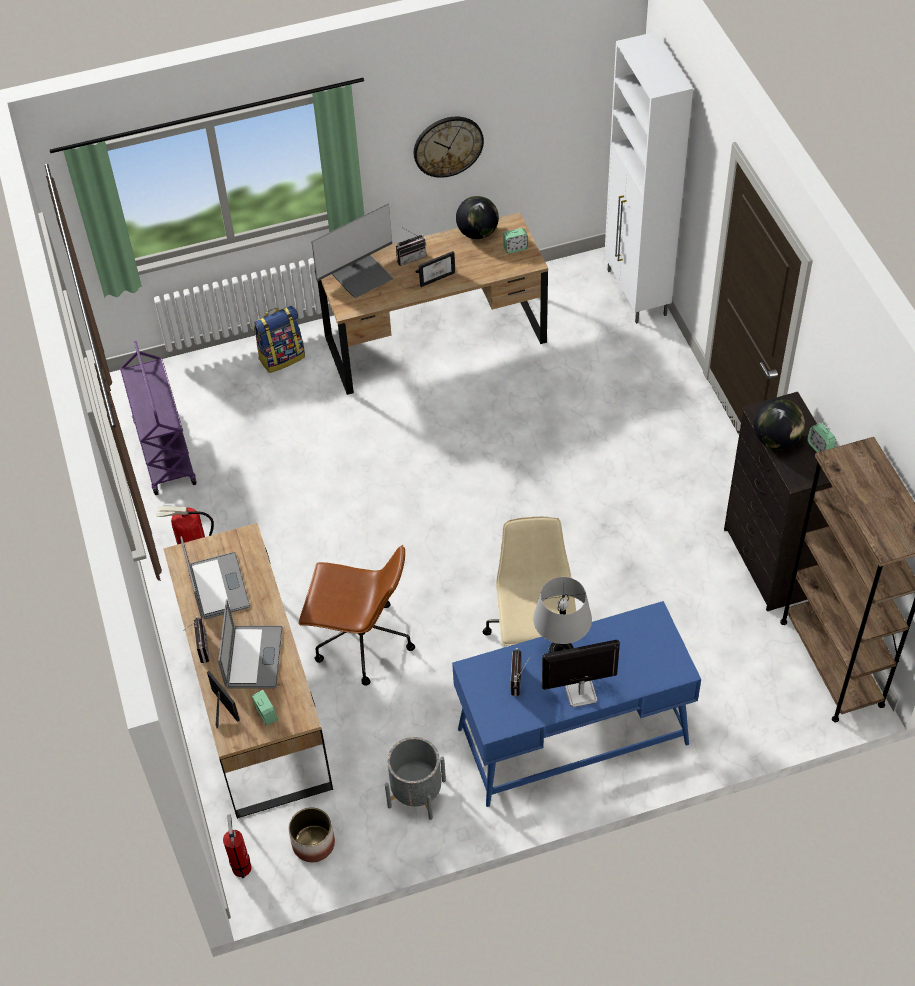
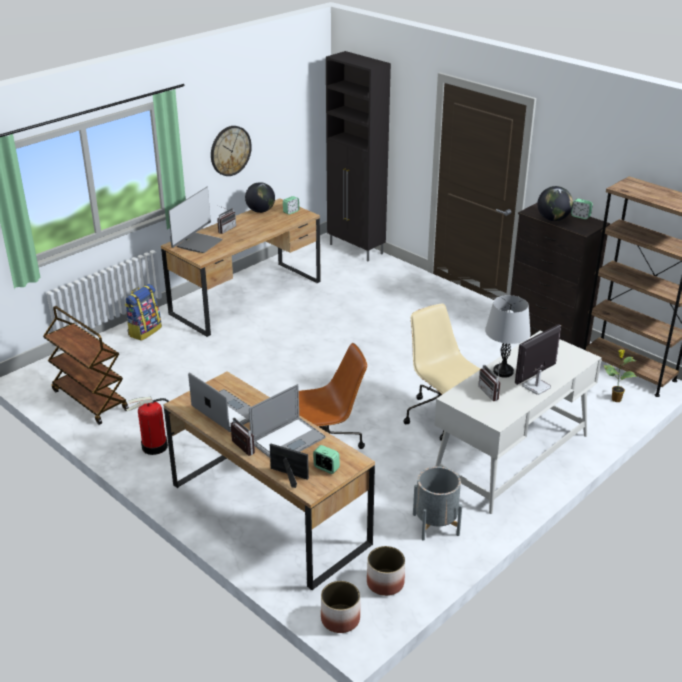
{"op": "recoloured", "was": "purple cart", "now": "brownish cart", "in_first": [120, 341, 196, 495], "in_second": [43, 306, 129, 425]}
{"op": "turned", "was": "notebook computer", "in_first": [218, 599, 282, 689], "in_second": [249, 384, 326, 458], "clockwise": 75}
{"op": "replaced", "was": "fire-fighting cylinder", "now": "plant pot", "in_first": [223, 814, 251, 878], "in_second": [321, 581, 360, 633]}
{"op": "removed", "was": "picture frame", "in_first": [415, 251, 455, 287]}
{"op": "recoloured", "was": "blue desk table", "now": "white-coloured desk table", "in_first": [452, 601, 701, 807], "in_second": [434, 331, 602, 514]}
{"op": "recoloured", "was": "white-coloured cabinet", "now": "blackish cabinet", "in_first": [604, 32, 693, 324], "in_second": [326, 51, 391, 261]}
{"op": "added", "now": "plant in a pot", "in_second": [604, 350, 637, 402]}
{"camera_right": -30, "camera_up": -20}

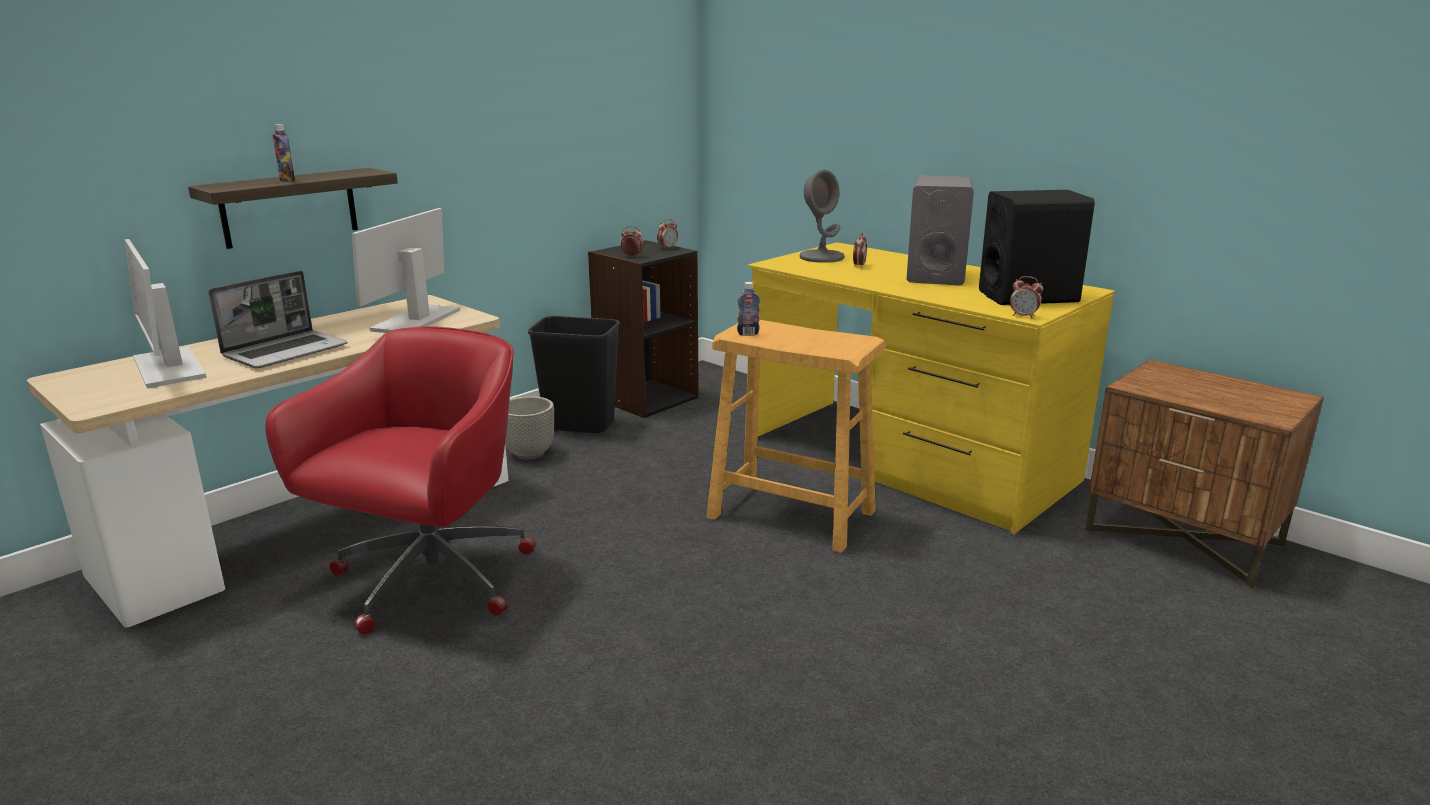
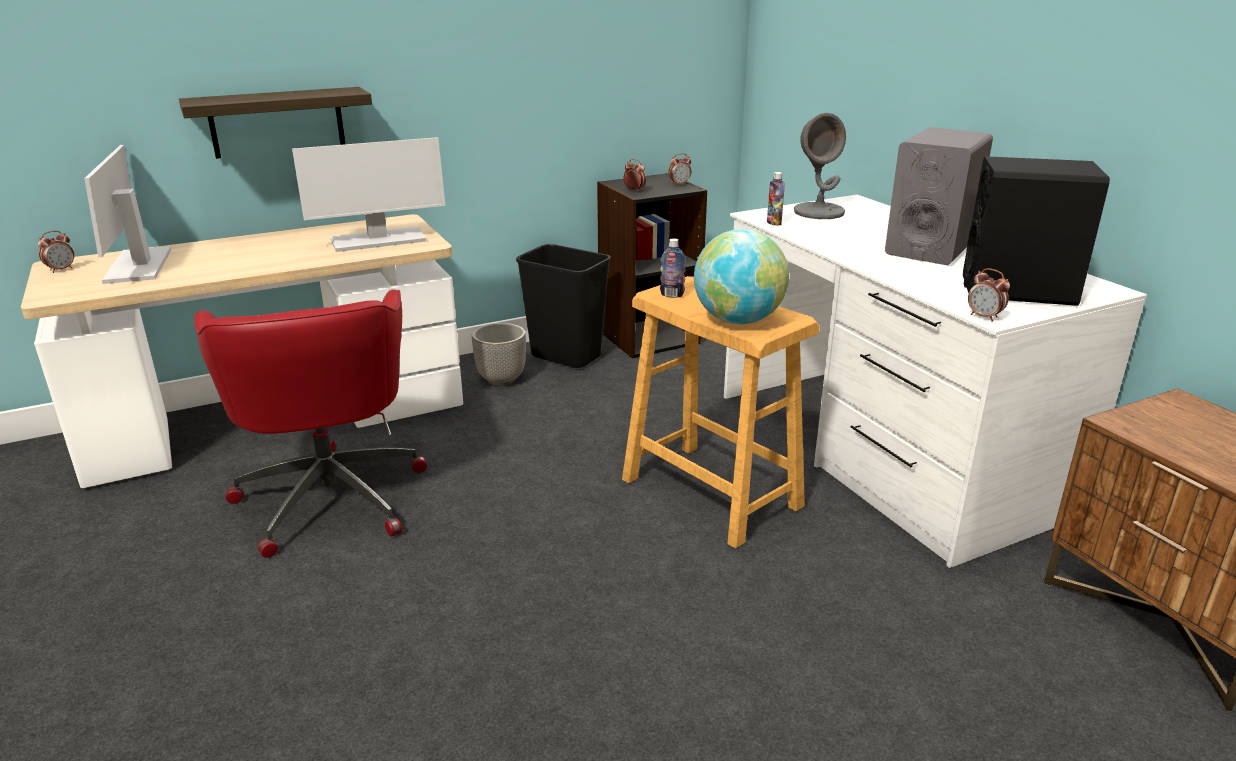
{"op": "removed", "was": "notebook computer", "in_first": [208, 271, 348, 369]}
{"op": "turned", "was": "red computer chair", "in_first": [265, 326, 536, 635], "in_second": [194, 289, 427, 558], "clockwise": 120}
{"op": "moved", "was": "drink bottle", "in_first": [273, 124, 295, 182], "in_second": [767, 172, 785, 226]}
{"op": "turned", "was": "monitor", "in_first": [352, 208, 460, 333], "in_second": [292, 137, 445, 252], "clockwise": -150}
{"op": "recoloured", "was": "yellow-coloured desk table", "now": "white-coloured desk table", "in_first": [748, 242, 1115, 534], "in_second": [724, 195, 1147, 568]}
{"op": "moved", "was": "table clock", "in_first": [853, 232, 867, 268], "in_second": [38, 231, 74, 273]}
{"op": "added", "now": "globe", "in_second": [694, 229, 789, 324]}
{"camera_right": 20, "camera_up": 5}

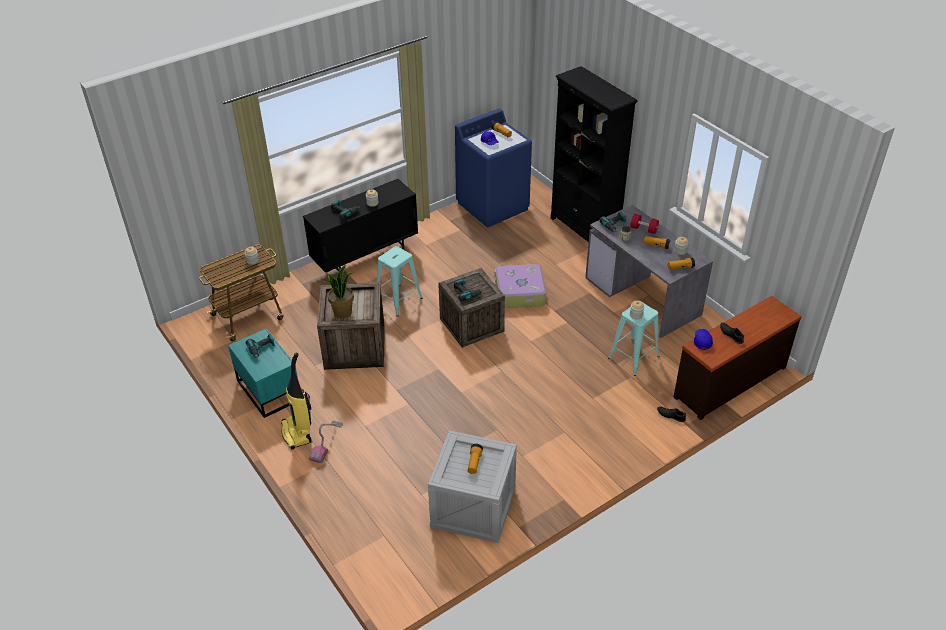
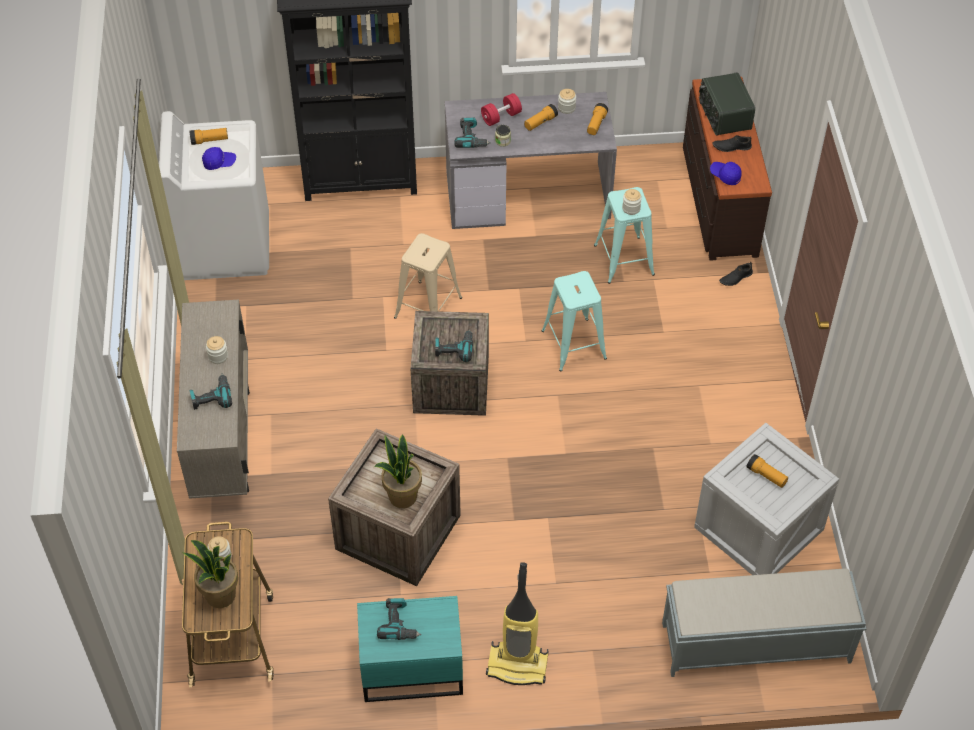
{"op": "recoloured", "was": "blackish cabinet", "now": "sand-coloured cabinet", "in_first": [303, 179, 418, 283], "in_second": [177, 300, 250, 499]}
{"op": "removed", "was": "vacuum", "in_first": [309, 421, 343, 463]}
{"op": "moved", "was": "blue-green stool seat", "in_first": [377, 246, 423, 316], "in_second": [541, 271, 607, 372]}
{"op": "recoloured", "was": "blue washing machine", "now": "white-coloured washing machine", "in_first": [455, 109, 532, 227], "in_second": [159, 111, 269, 280]}
{"op": "replaced", "was": "travel case", "now": "sand-coloured stool seat", "in_first": [494, 264, 546, 308], "in_second": [394, 233, 462, 319]}
{"op": "added", "now": "plant in a pot", "in_second": [182, 540, 238, 608]}
{"op": "added", "now": "grey bench", "in_second": [662, 568, 866, 677]}
{"op": "added", "now": "radio receiver", "in_second": [699, 72, 755, 136]}
{"camera_right": -60, "camera_up": 10}

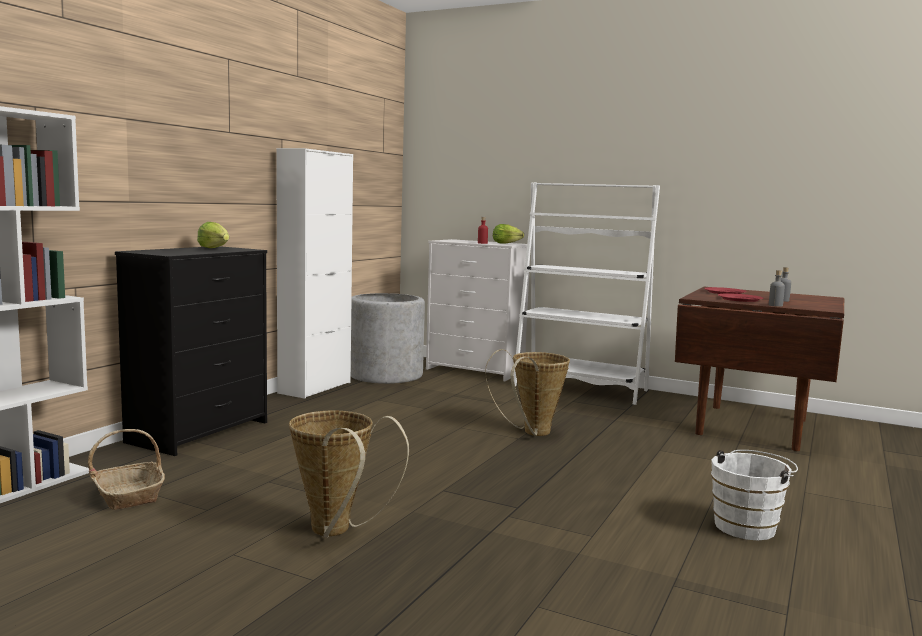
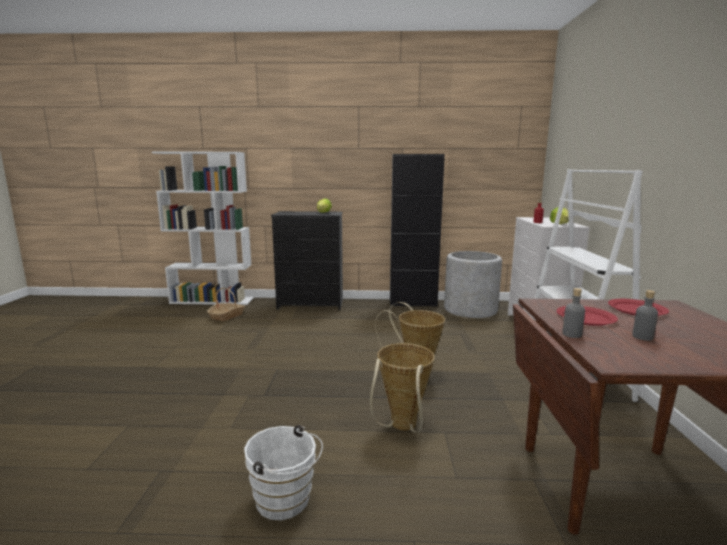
{"op": "recoloured", "was": "white-coloured cabinet", "now": "blackish cabinet", "in_first": [276, 148, 353, 399], "in_second": [390, 154, 445, 307]}
{"op": "moved", "was": "storage basket", "in_first": [289, 411, 409, 538], "in_second": [370, 343, 435, 432]}
{"camera_right": 65, "camera_up": 5}

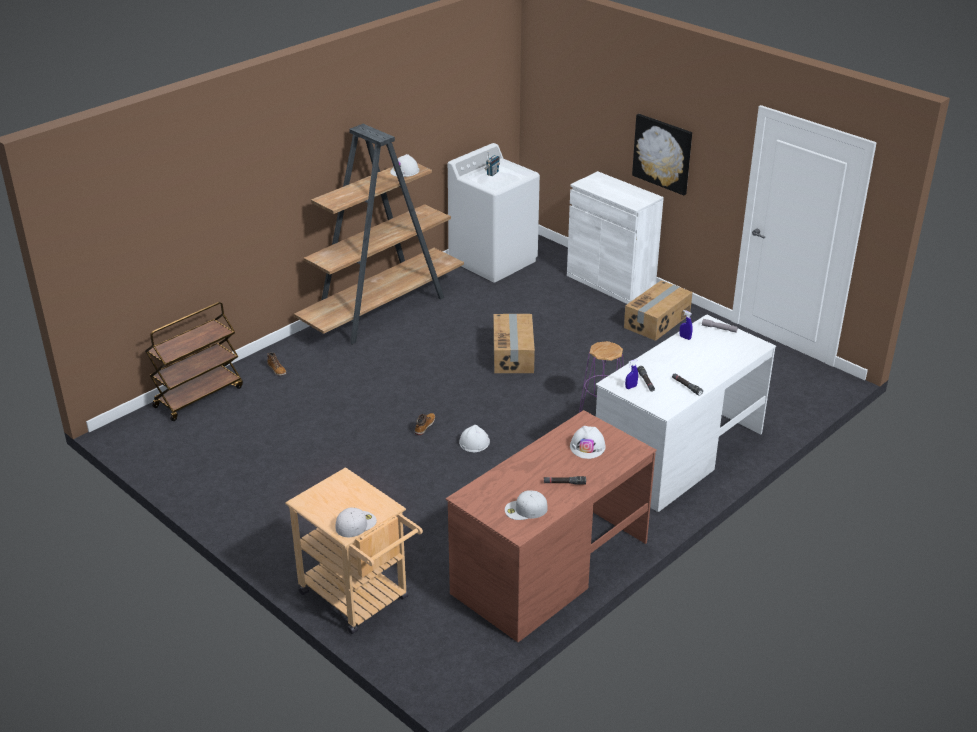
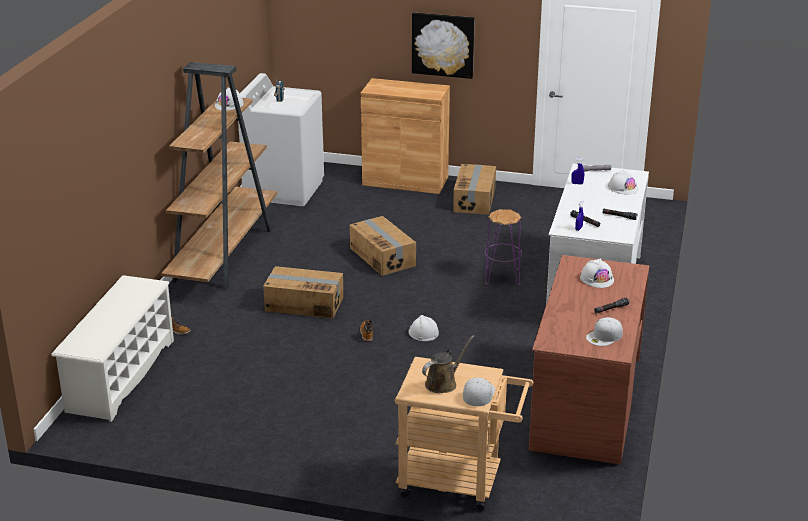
{"op": "replaced", "was": "brownish cart", "now": "white-coloured shoe stand", "in_first": [145, 302, 243, 421], "in_second": [51, 275, 174, 422]}
{"op": "recoloured", "was": "white-coloured cabinet", "now": "brownish cabinet", "in_first": [567, 171, 664, 304], "in_second": [361, 78, 450, 194]}
{"op": "added", "now": "carton", "in_second": [263, 266, 343, 319]}
{"op": "added", "now": "brownish watering pot", "in_second": [422, 335, 475, 393]}
{"op": "added", "now": "white-coloured safety helmet", "in_second": [608, 170, 639, 194]}
{"camera_right": -30, "camera_up": -5}

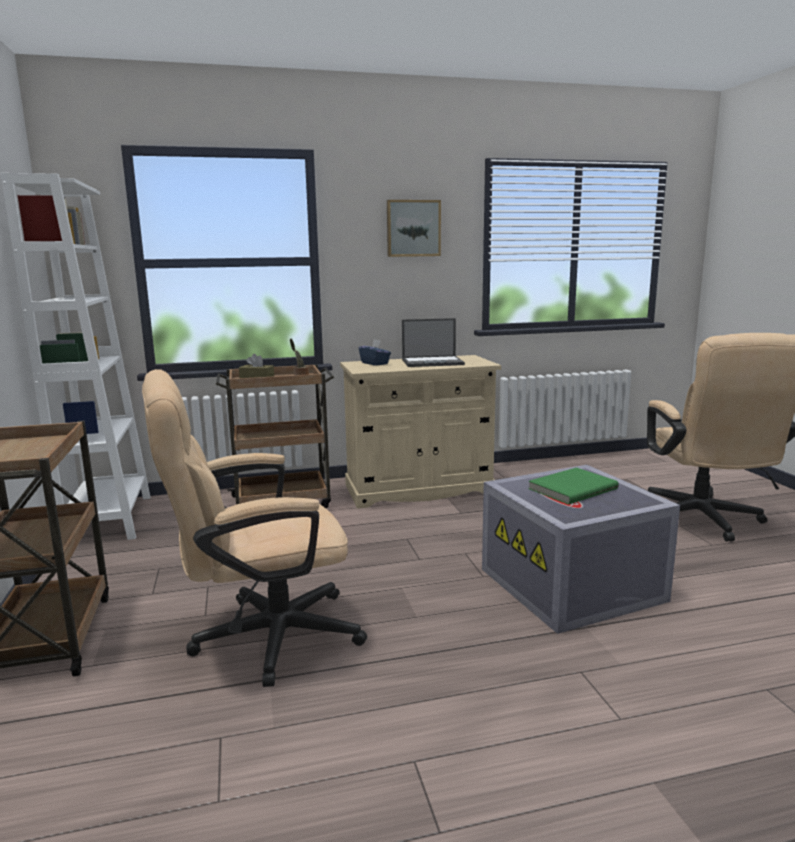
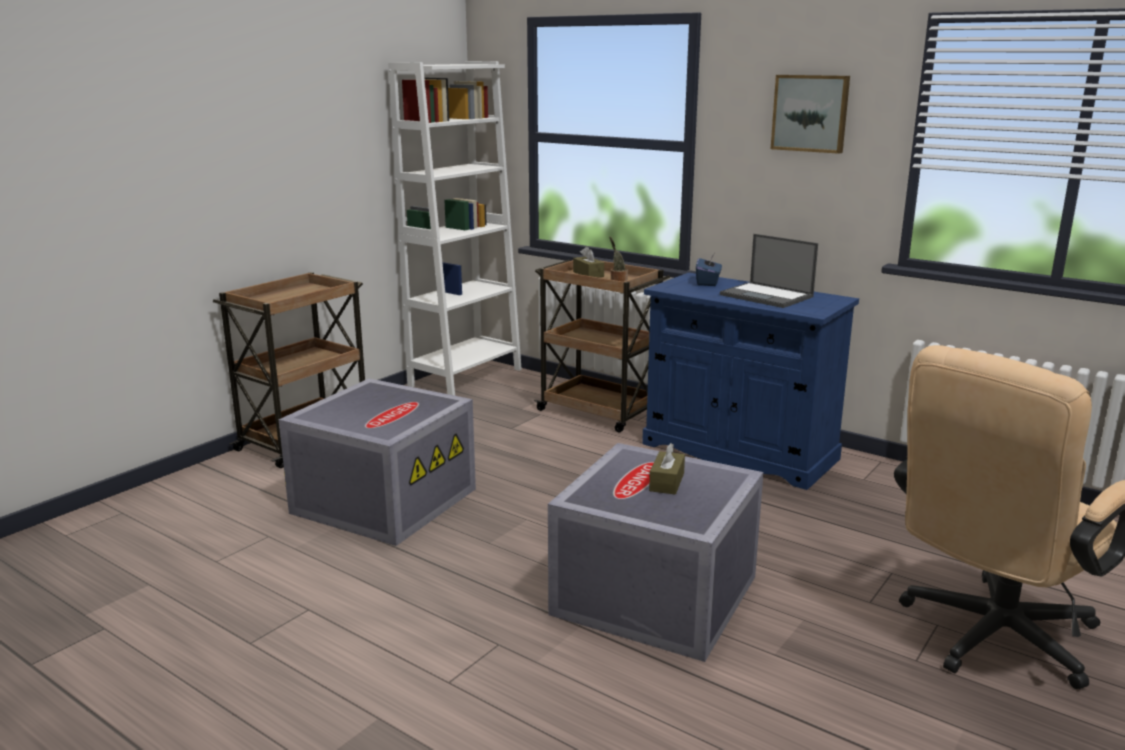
{"op": "replaced", "was": "sand-coloured computer chair", "now": "grey storage box", "in_first": [142, 369, 367, 687], "in_second": [278, 378, 476, 546]}
{"op": "recoloured", "was": "sand-coloured cabinet", "now": "blue cabinet", "in_first": [340, 355, 501, 509], "in_second": [642, 273, 859, 490]}
{"op": "replaced", "was": "greenish bound book", "now": "brownish tissue box", "in_first": [528, 467, 619, 505], "in_second": [649, 443, 685, 495]}
{"camera_right": 50, "camera_up": 5}

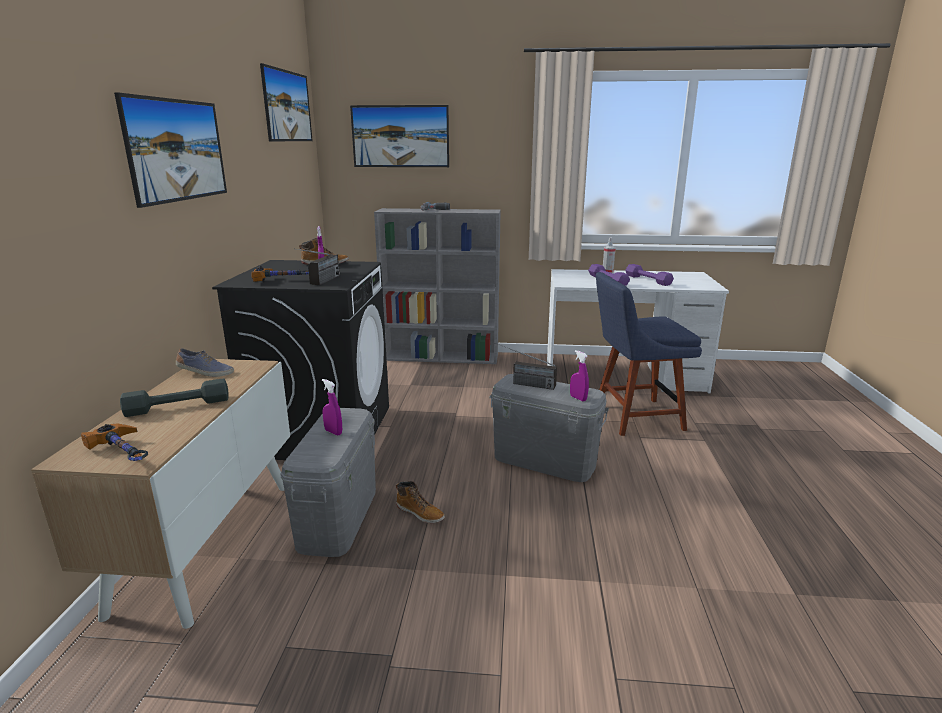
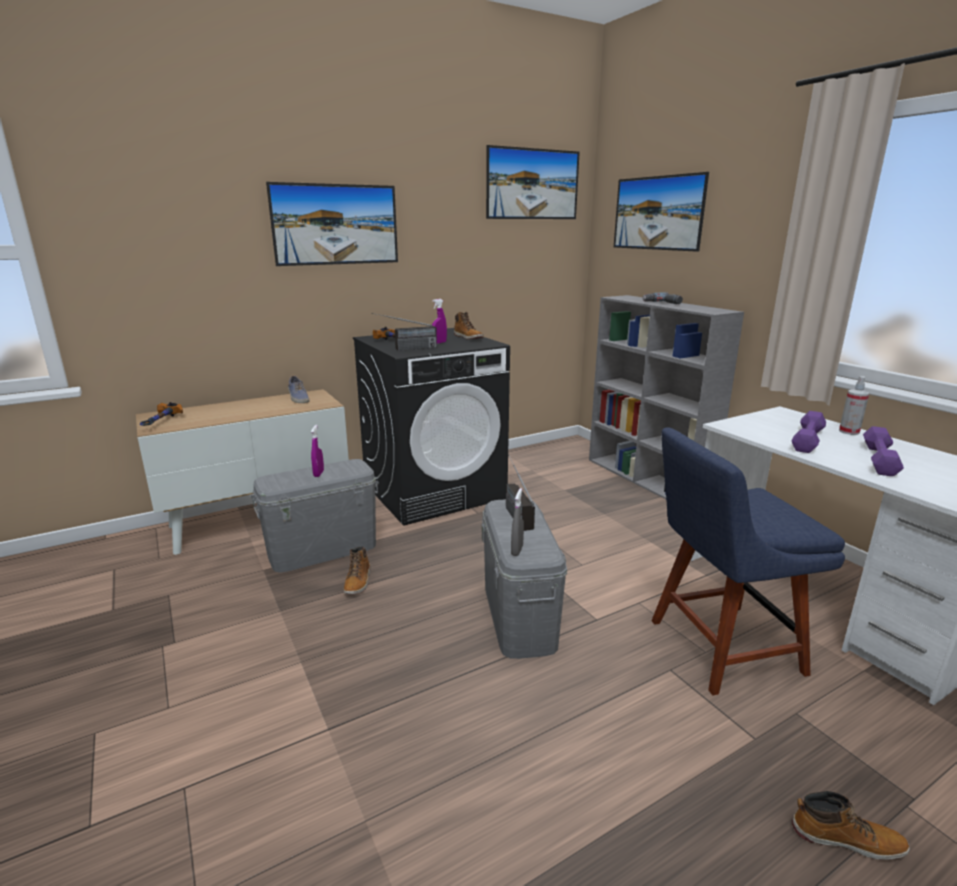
{"op": "removed", "was": "grey hand weight", "in_first": [120, 379, 229, 417]}
{"op": "recoloured", "was": "purple spray bottle", "now": "grey spray bottle", "in_first": [570, 350, 589, 402], "in_second": [511, 488, 524, 556]}
{"op": "turned", "was": "blue chair", "in_first": [596, 272, 702, 436], "in_second": [652, 427, 845, 695], "clockwise": -60}
{"op": "added", "now": "boot", "in_second": [792, 791, 910, 860]}
{"camera_right": 55, "camera_up": 0}

